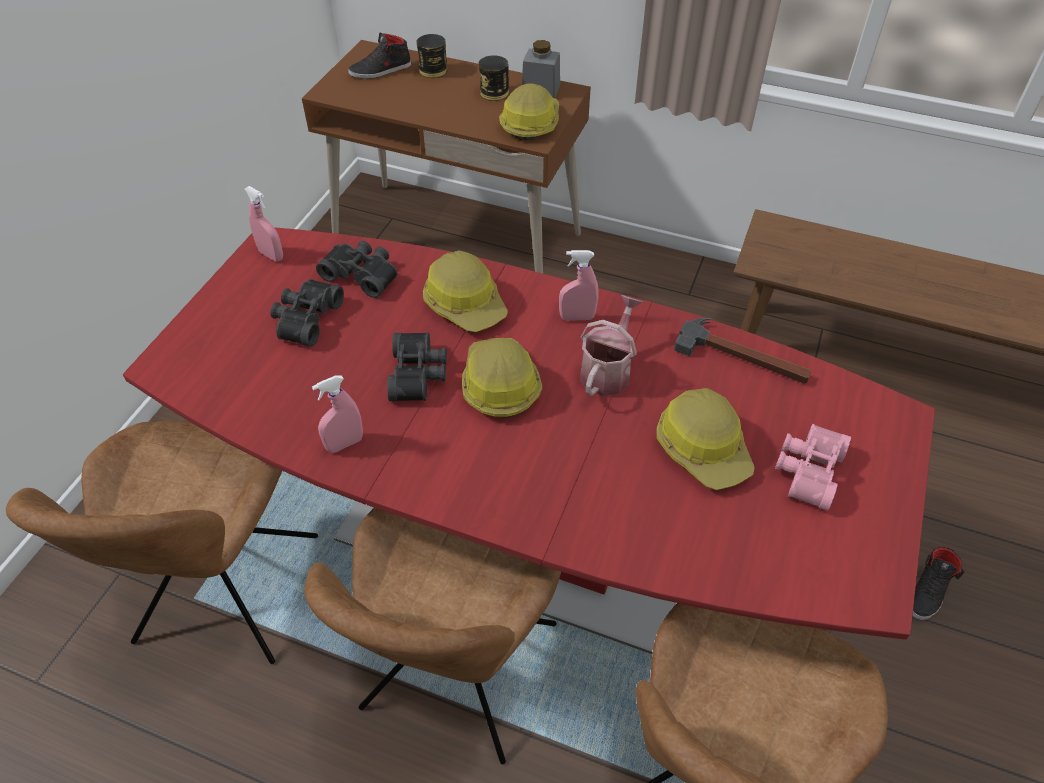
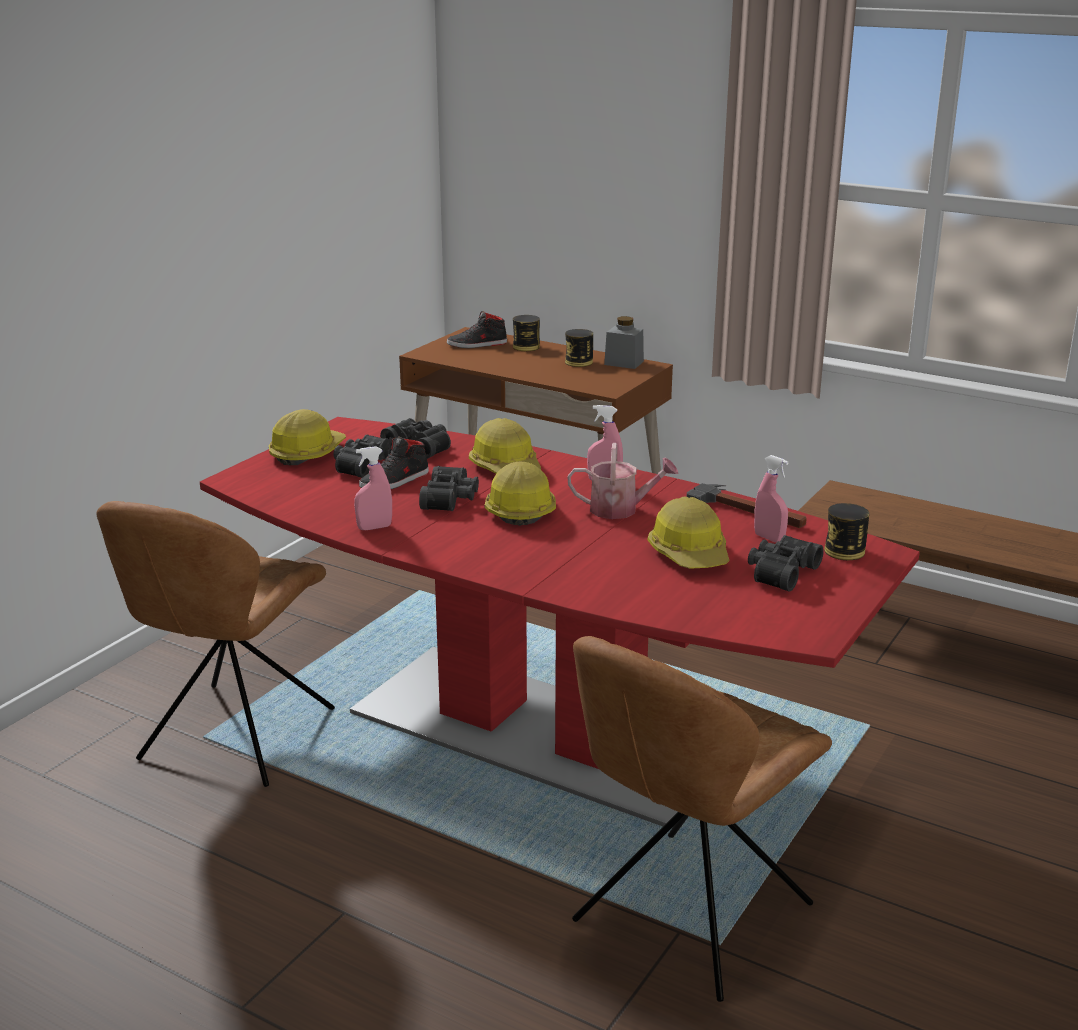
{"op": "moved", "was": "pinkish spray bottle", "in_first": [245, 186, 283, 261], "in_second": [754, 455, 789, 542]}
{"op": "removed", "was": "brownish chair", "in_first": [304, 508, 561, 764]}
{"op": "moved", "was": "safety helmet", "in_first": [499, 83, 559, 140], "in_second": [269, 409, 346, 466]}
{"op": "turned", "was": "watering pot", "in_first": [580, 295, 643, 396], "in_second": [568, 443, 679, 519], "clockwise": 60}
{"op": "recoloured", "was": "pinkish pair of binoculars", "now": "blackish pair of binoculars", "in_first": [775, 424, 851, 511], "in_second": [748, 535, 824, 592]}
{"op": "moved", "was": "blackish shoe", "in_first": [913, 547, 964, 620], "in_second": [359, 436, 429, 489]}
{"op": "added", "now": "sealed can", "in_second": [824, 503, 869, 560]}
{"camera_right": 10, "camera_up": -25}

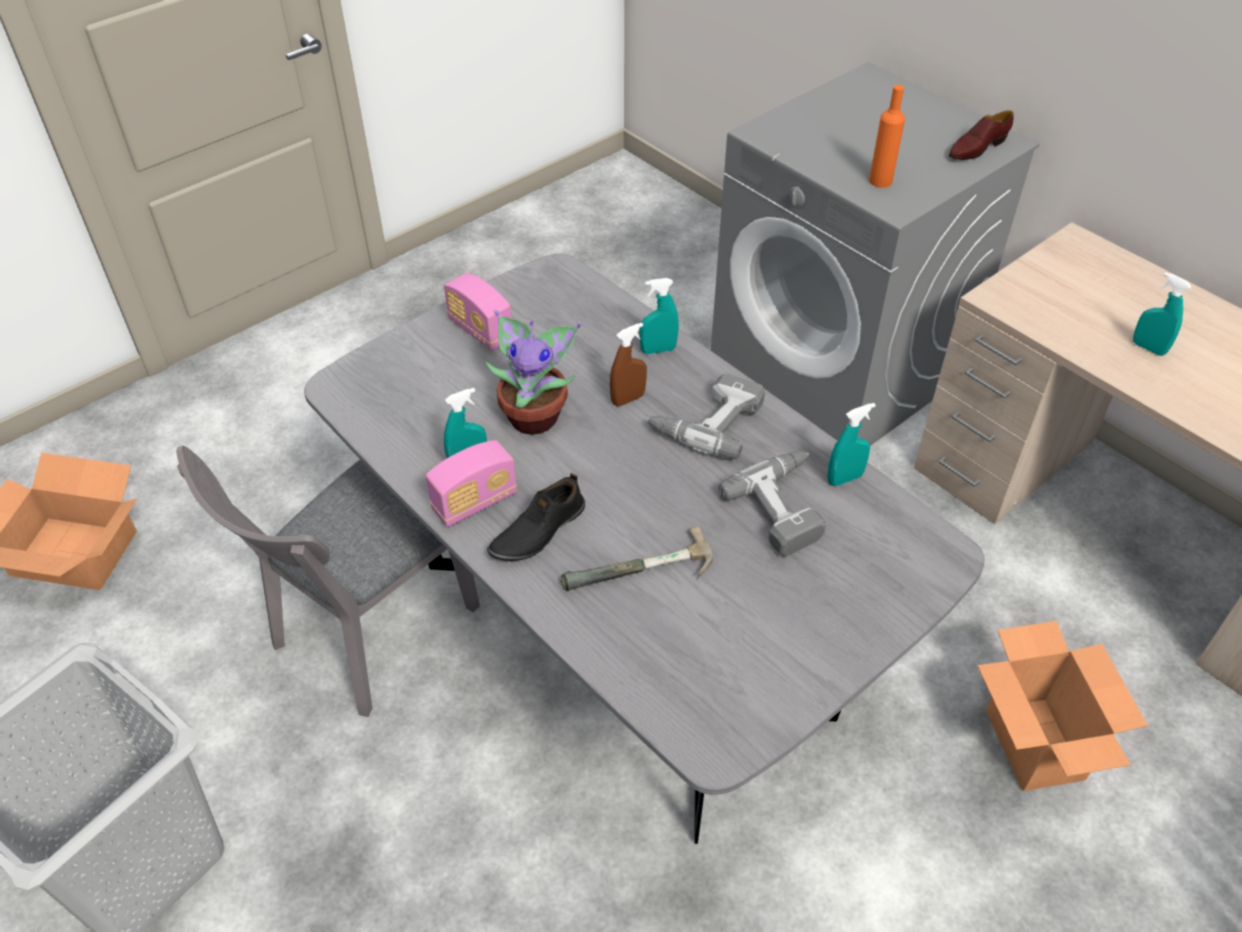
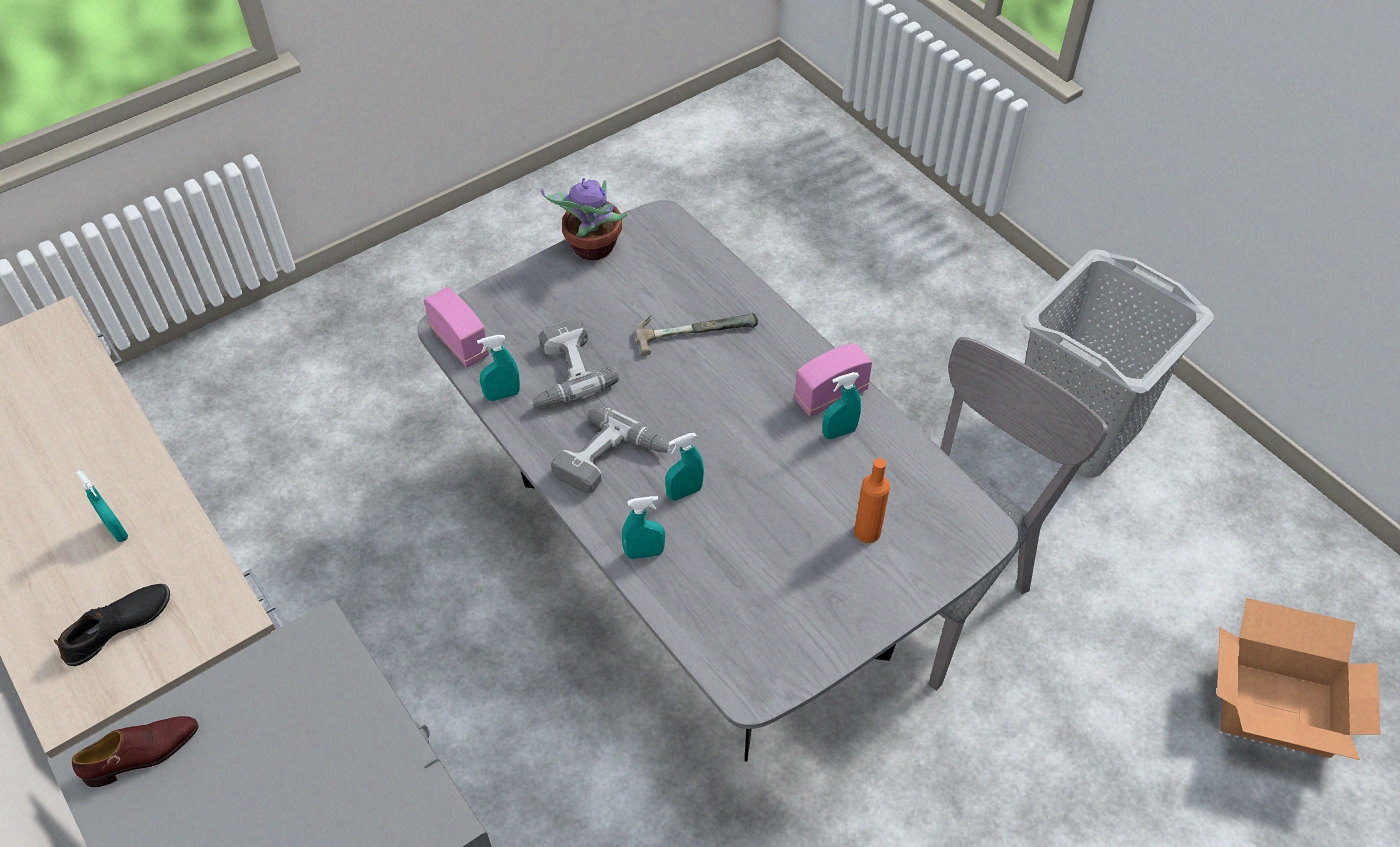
{"op": "moved", "was": "radio receiver", "in_first": [444, 273, 511, 351], "in_second": [424, 287, 489, 367]}
{"op": "moved", "was": "plant in a pot", "in_first": [486, 310, 582, 435], "in_second": [541, 178, 628, 260]}
{"op": "moved", "was": "blackish shoe", "in_first": [487, 473, 585, 561], "in_second": [54, 584, 170, 666]}
{"op": "recoloured", "was": "brownish spray bottle", "now": "blue-green spray bottle", "in_first": [610, 323, 647, 406], "in_second": [665, 433, 704, 501]}
{"op": "moved", "was": "orange drink bottle", "in_first": [869, 85, 905, 188], "in_second": [854, 458, 890, 543]}
{"op": "removed", "was": "carton", "in_first": [977, 621, 1148, 791]}
{"camera_right": -175, "camera_up": 5}

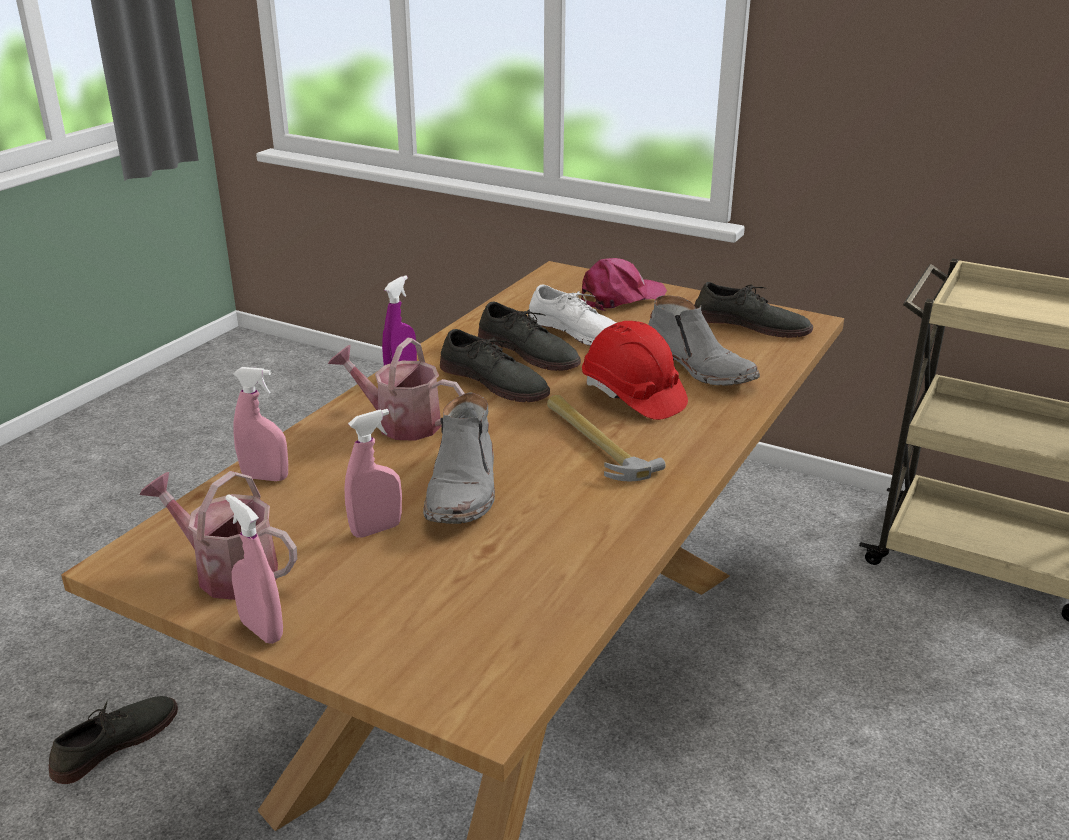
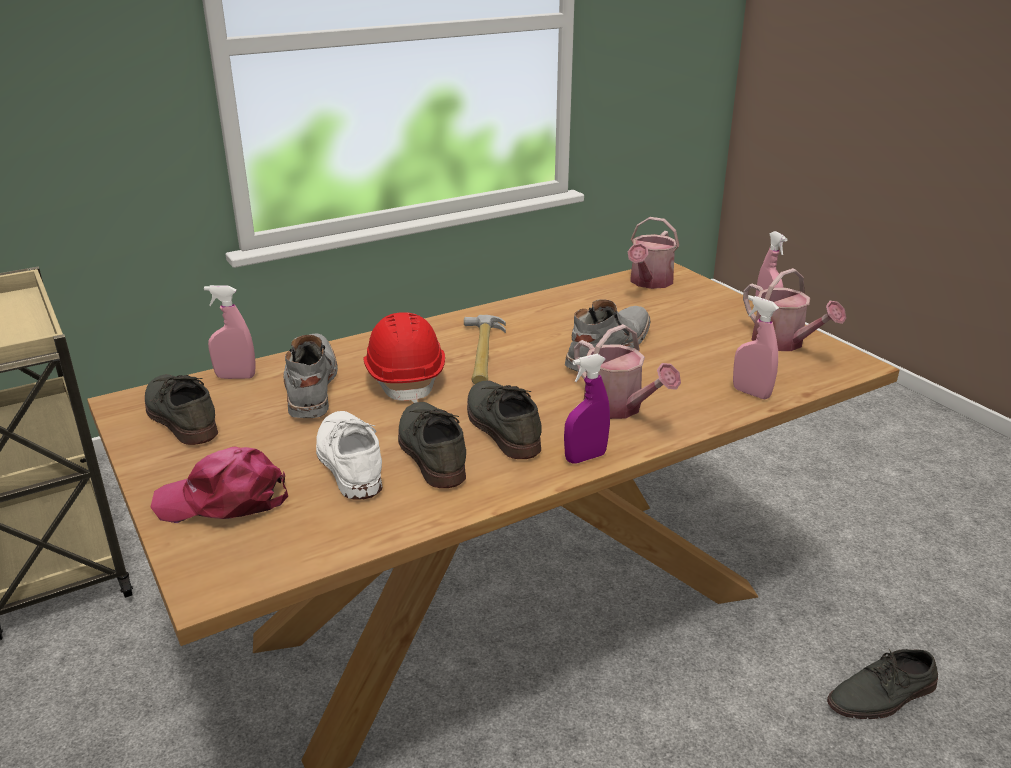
{"op": "moved", "was": "pinkish spray bottle", "in_first": [345, 409, 402, 538], "in_second": [204, 285, 255, 379]}
{"op": "added", "now": "watering pot", "in_second": [628, 217, 679, 289]}
{"camera_right": -150, "camera_up": 0}

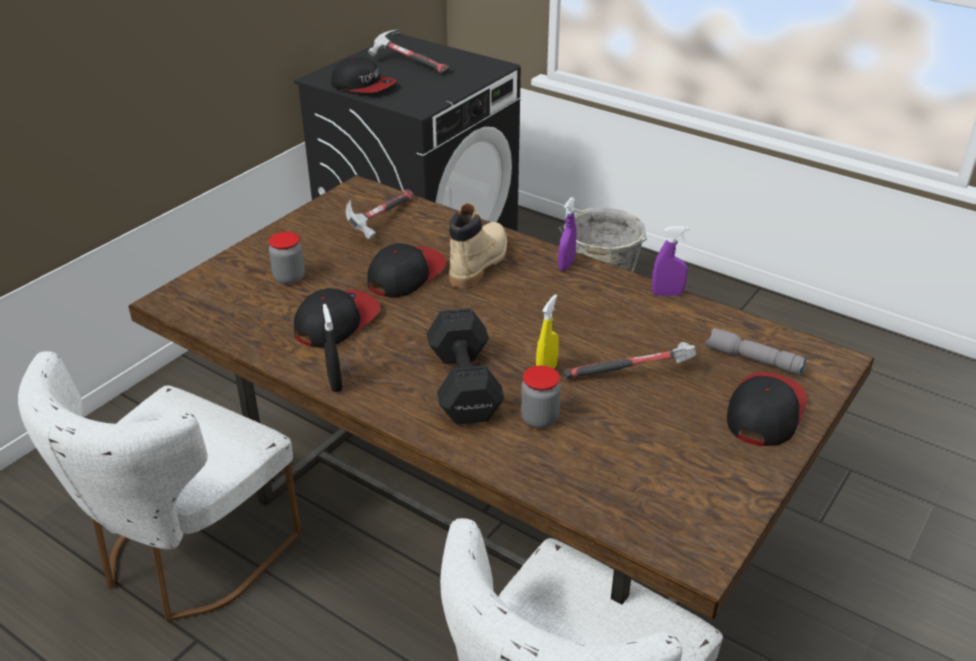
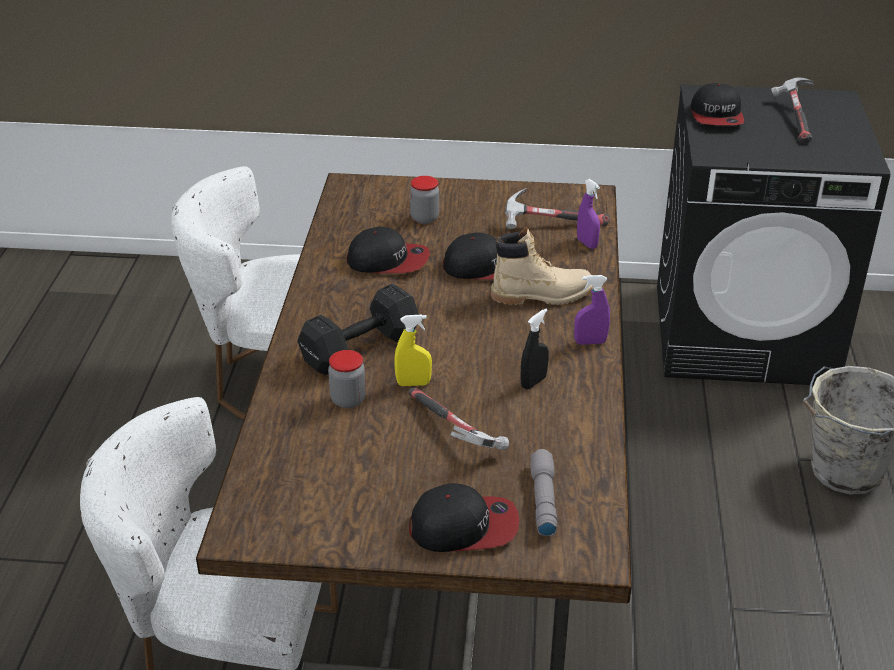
{"op": "moved", "was": "blackish spray bottle", "in_first": [323, 304, 343, 392], "in_second": [521, 308, 549, 389]}
{"op": "moved", "was": "purple spray bottle", "in_first": [652, 226, 689, 296], "in_second": [577, 179, 600, 249]}
{"camera_right": 60, "camera_up": 0}

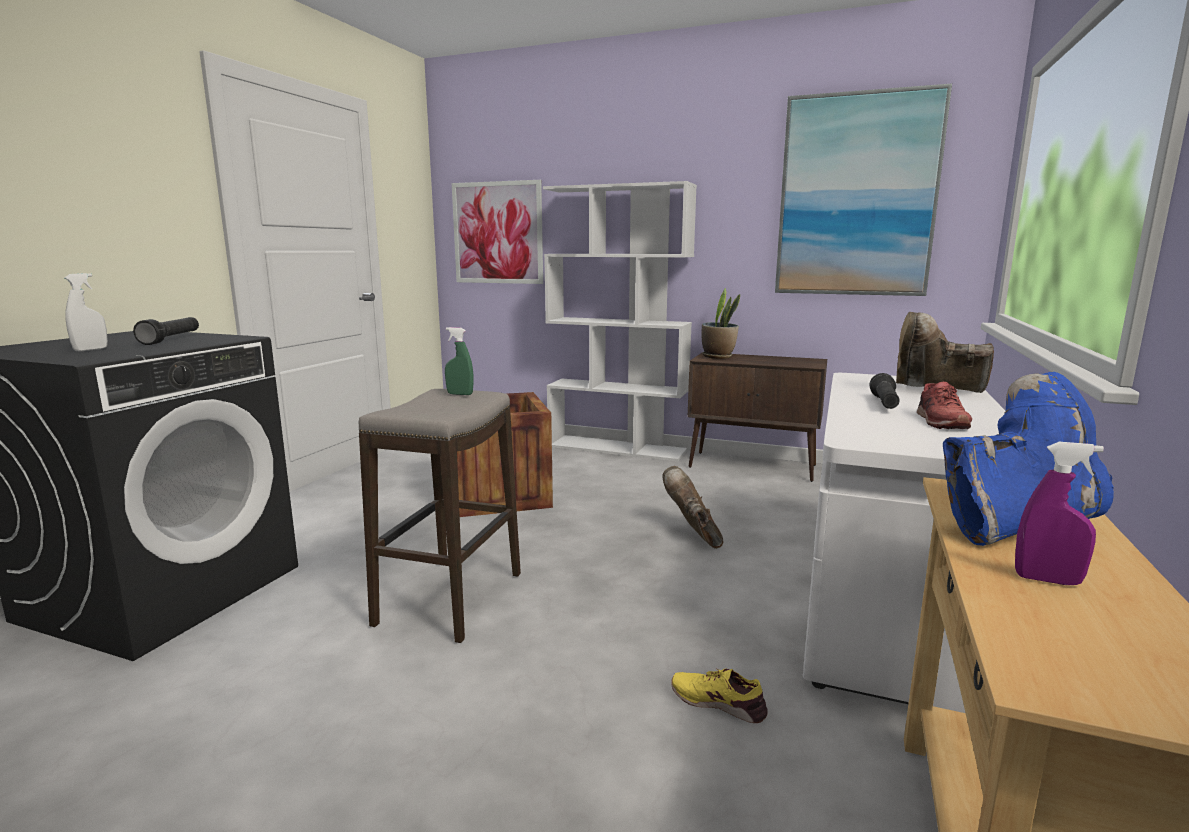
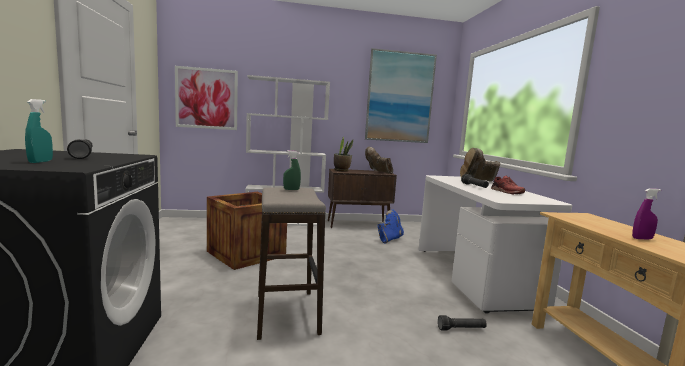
{"op": "recoloured", "was": "white-coloured spray bottle", "now": "blue-green spray bottle", "in_first": [65, 273, 108, 352], "in_second": [25, 99, 53, 163]}
{"op": "moved", "was": "brownish boot", "in_first": [662, 466, 723, 549], "in_second": [365, 147, 393, 174]}
{"op": "replaced", "was": "yellow-coloured shoe", "now": "blackish hand torch", "in_first": [671, 669, 767, 723], "in_second": [438, 315, 487, 331]}
{"op": "moved", "was": "blue boot", "in_first": [943, 372, 1114, 546], "in_second": [377, 210, 404, 244]}
{"camera_right": -30, "camera_up": -5}

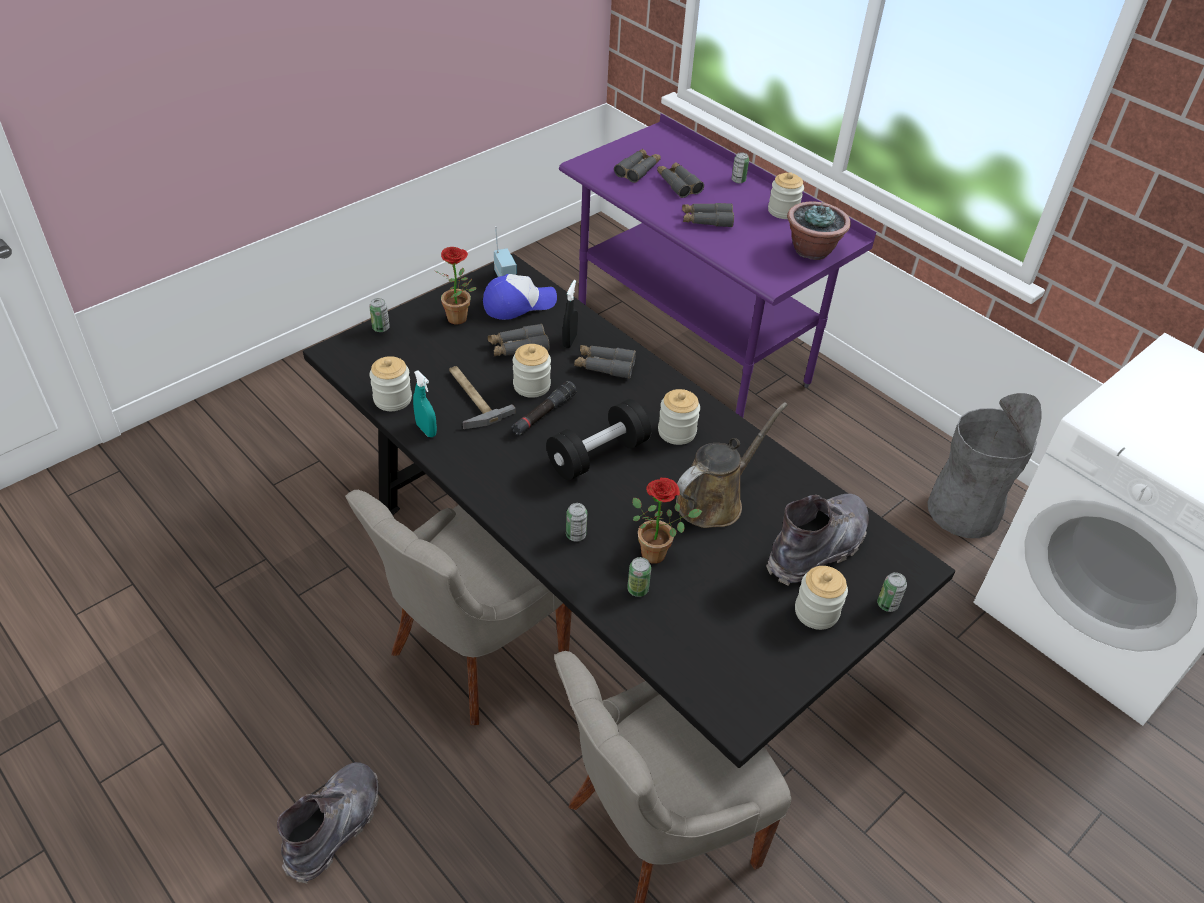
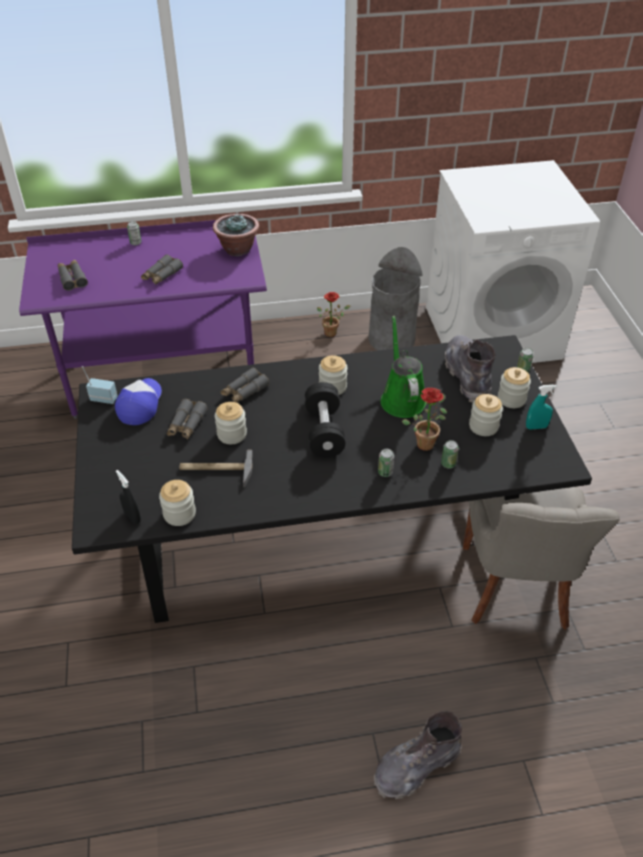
{"op": "turned", "was": "grey boot", "in_first": [277, 762, 379, 883], "in_second": [374, 711, 462, 799], "clockwise": -90}
{"op": "removed", "was": "grey chair", "in_first": [345, 490, 572, 725]}
{"op": "removed", "was": "sealed can", "in_first": [369, 298, 390, 332]}
{"op": "moved", "was": "blue-green spray bottle", "in_first": [413, 370, 437, 437], "in_second": [526, 385, 557, 430]}
{"op": "moved", "was": "plant in a pot", "in_first": [435, 247, 476, 324], "in_second": [317, 292, 351, 337]}
{"op": "removed", "was": "blackish hand torch", "in_first": [511, 381, 577, 435]}
{"op": "moved", "was": "blackish spray bottle", "in_first": [562, 280, 578, 348], "in_second": [116, 470, 141, 524]}
{"op": "removed", "was": "grey pair of binoculars", "in_first": [657, 162, 704, 198]}
{"op": "recoloured", "was": "brownish watering pot", "now": "greenish watering pot", "in_first": [676, 402, 788, 528], "in_second": [381, 316, 426, 418]}
{"op": "moved", "was": "storage jar", "in_first": [768, 172, 804, 219], "in_second": [469, 394, 503, 436]}
{"camera_right": -55, "camera_up": 0}

